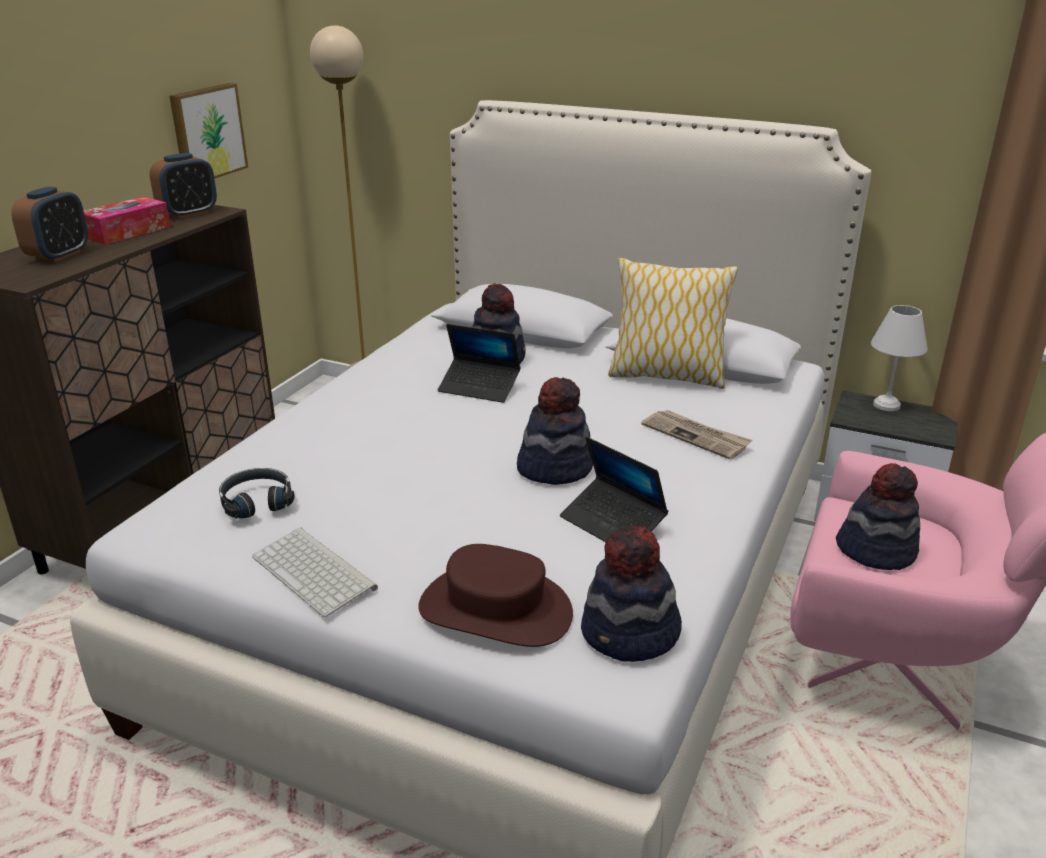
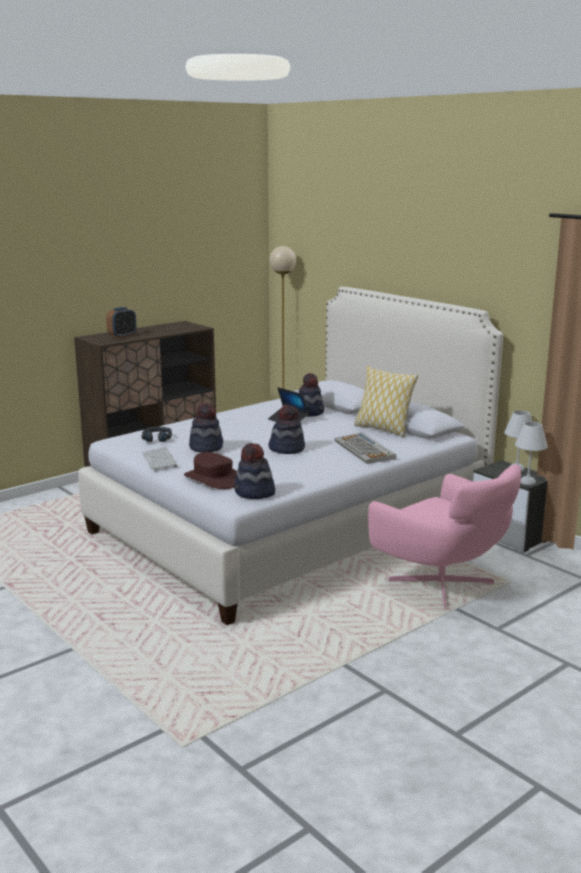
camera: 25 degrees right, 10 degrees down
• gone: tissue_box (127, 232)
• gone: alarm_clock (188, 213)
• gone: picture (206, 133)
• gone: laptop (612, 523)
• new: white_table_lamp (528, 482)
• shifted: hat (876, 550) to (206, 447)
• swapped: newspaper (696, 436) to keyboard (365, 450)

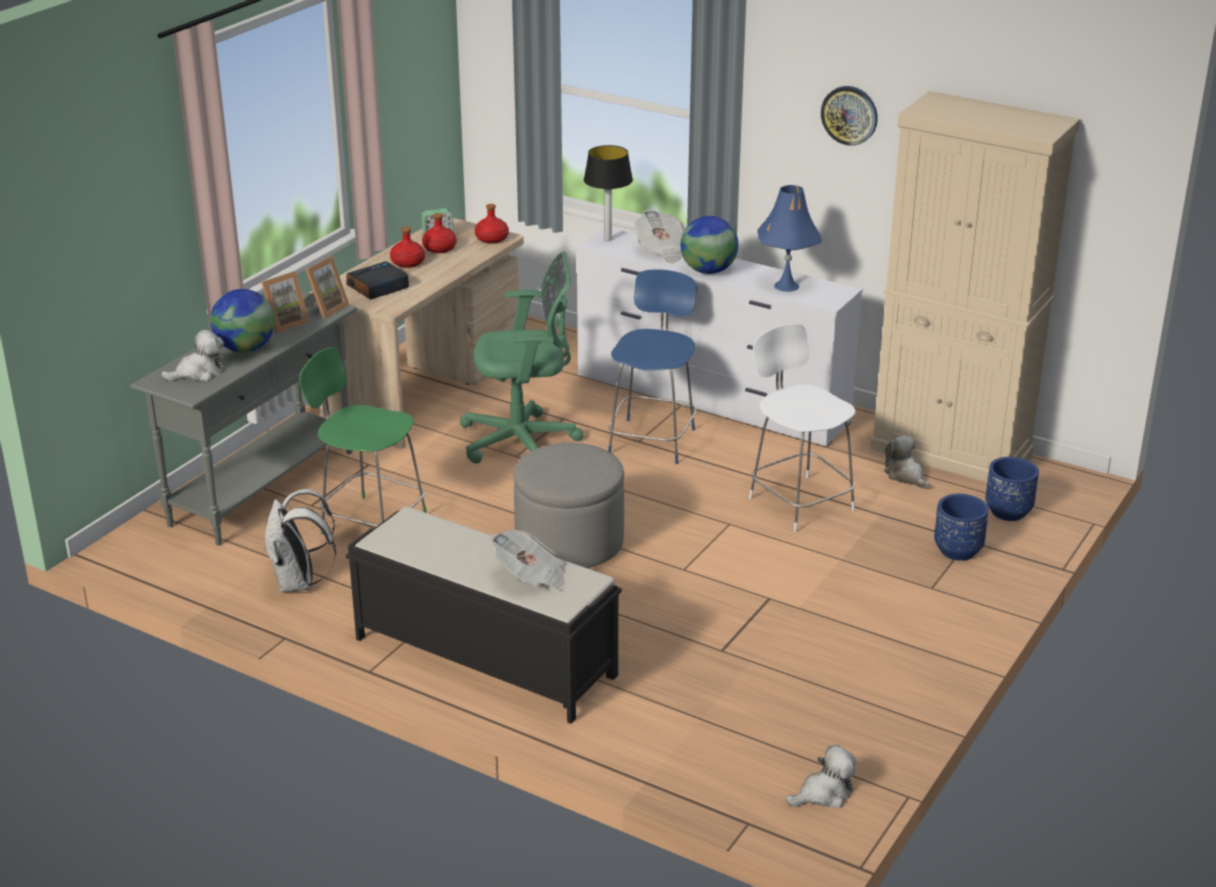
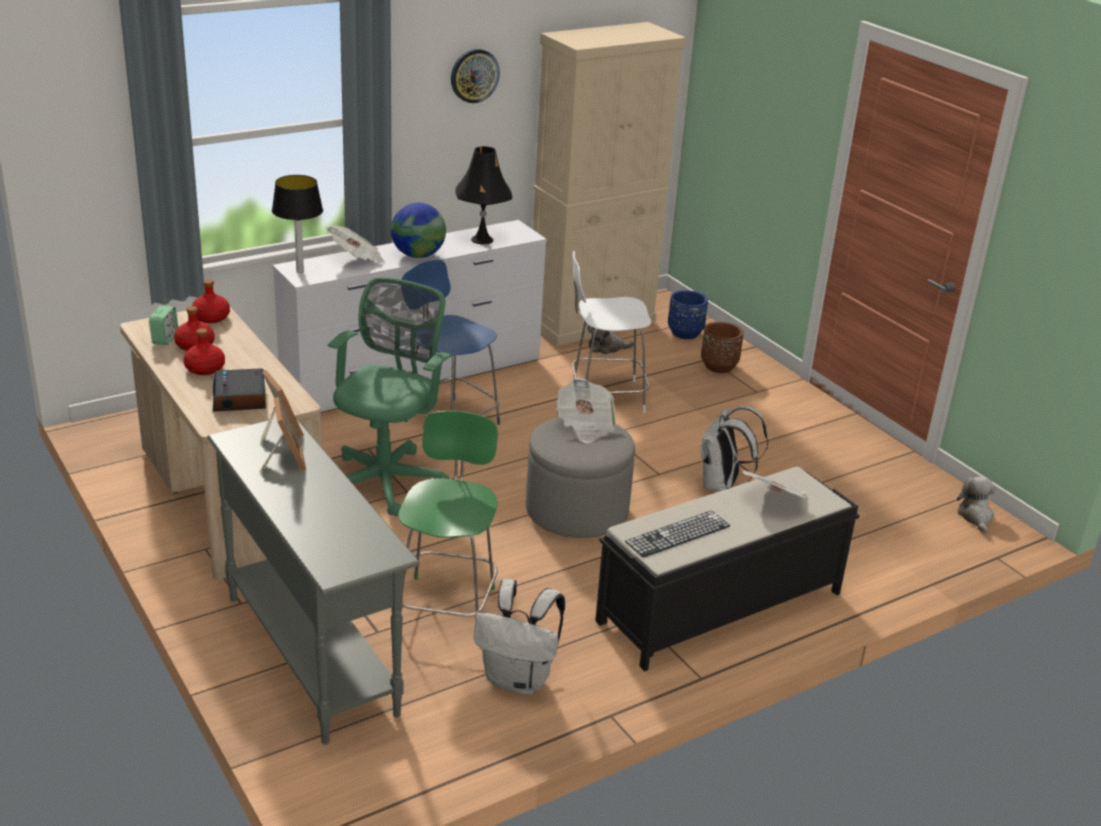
camera: 65 degrees left, 0 degrees up
• gone: plush_toy (199, 373)
• gone: globe (246, 349)
• new: newspaper (585, 426)
• new: keyboard (678, 534)
• new: white_backpack (722, 485)
• repainted: blue_table_lamp (786, 286) to black_table_lamp (482, 239)
• repainted: blue_planter (957, 551) to brown_planter (718, 366)
• rotated: green_chair (371, 523) = (447, 605) 135 degrees clockwise

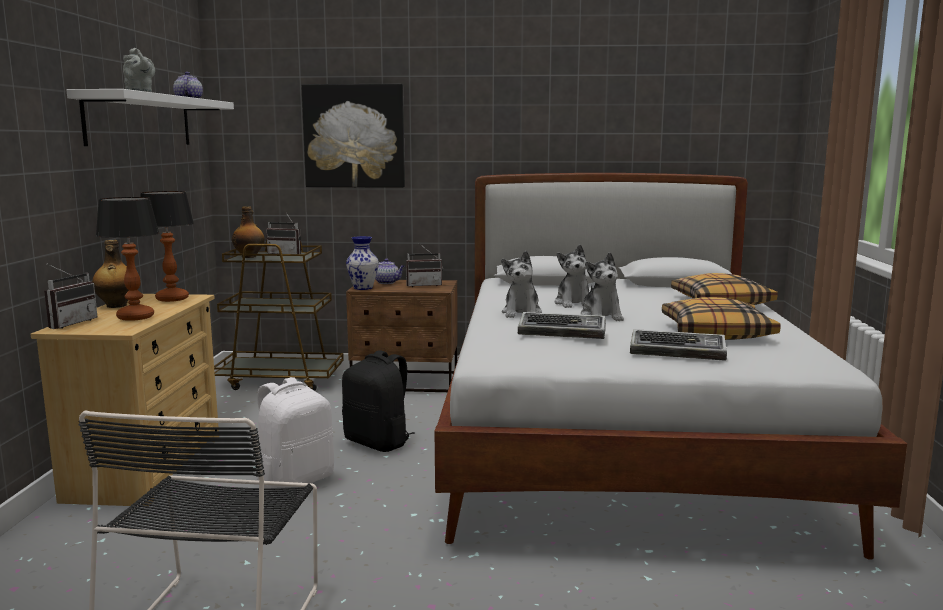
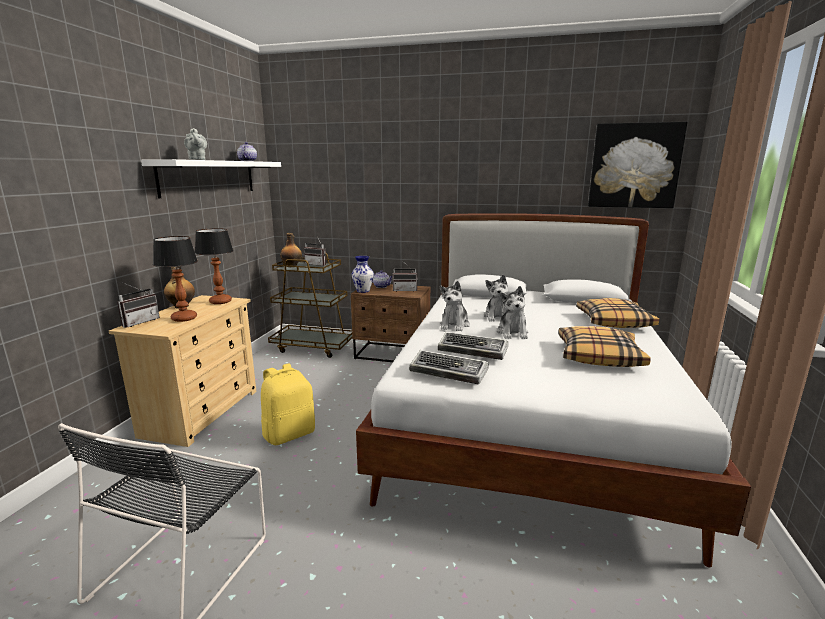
camera: 10 degrees right, 5 degrees up
• gone: black_backpack (378, 442)
• shifted: picture (354, 136) to (634, 166)
• shifted: keyboard (678, 352) to (450, 372)
• repainted: white_backpack (295, 481) to yellow_backpack (289, 434)

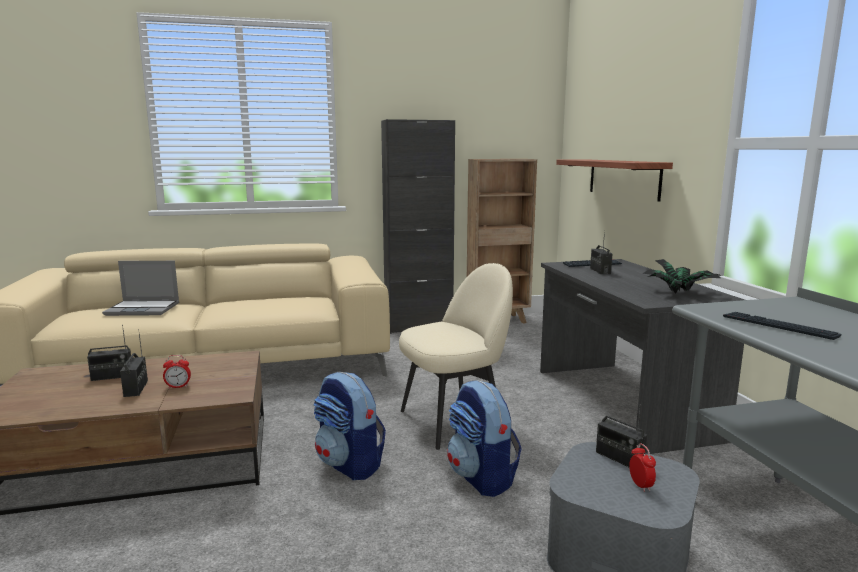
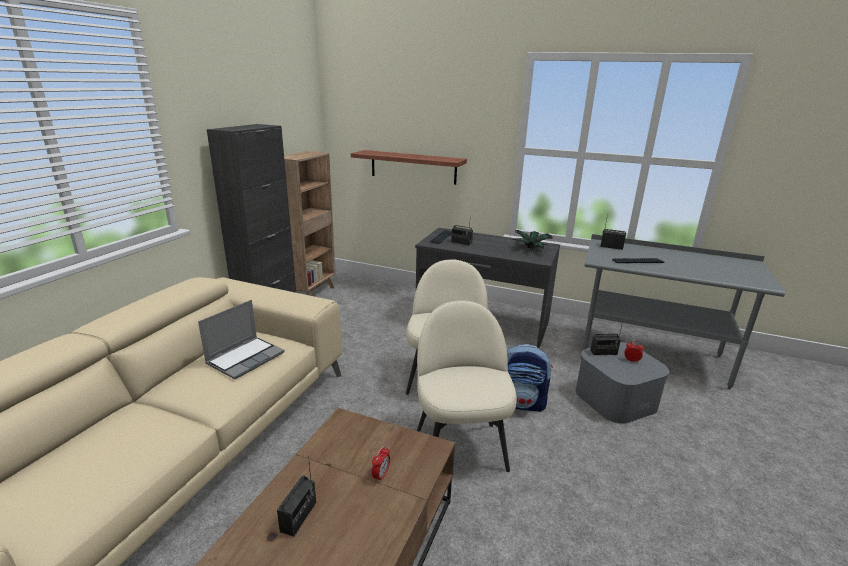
camera: 55 degrees left, 10 degrees up
• shifted: laptop (144, 309) to (246, 358)
• shifted: radio (136, 388) to (611, 247)
• swapped: backpack (350, 464) to beige_chair (460, 447)

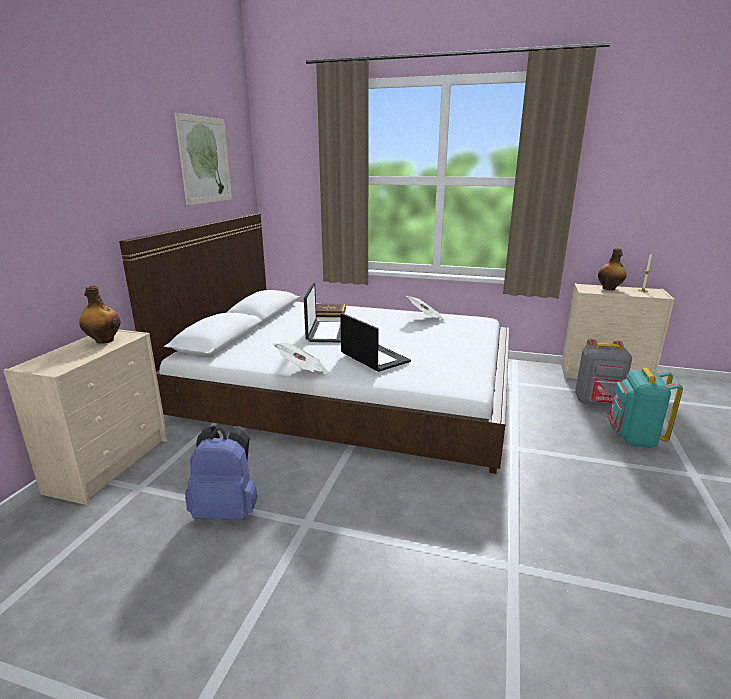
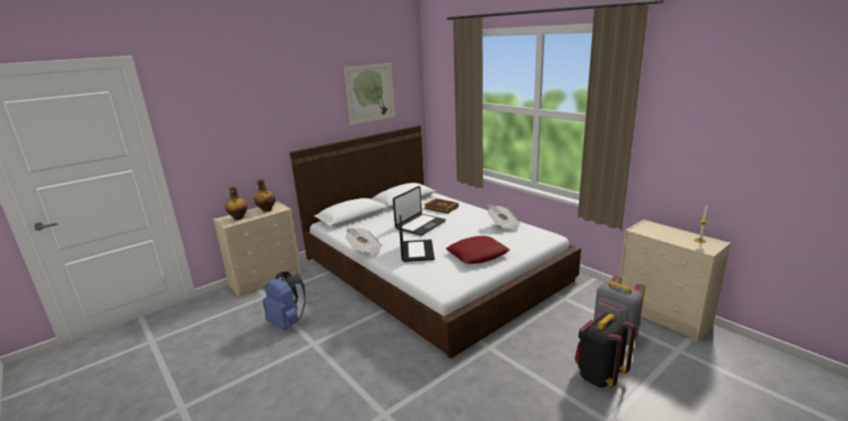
camera: 35 degrees right, 0 degrees up
• new: red_pillow (477, 254)
• shifted: bottle (609, 288) to (238, 218)
• repainted: turquoise_backpack (634, 438) to black_backpack (599, 375)

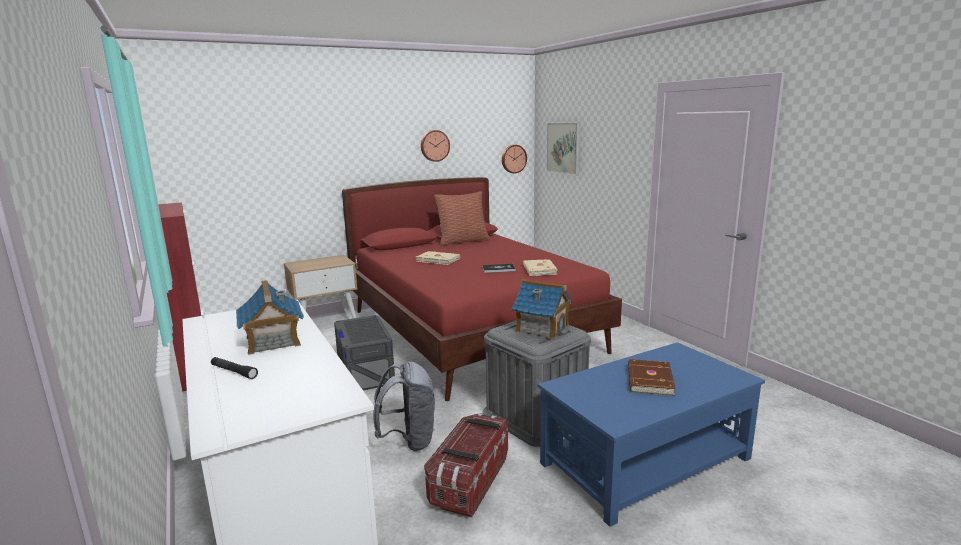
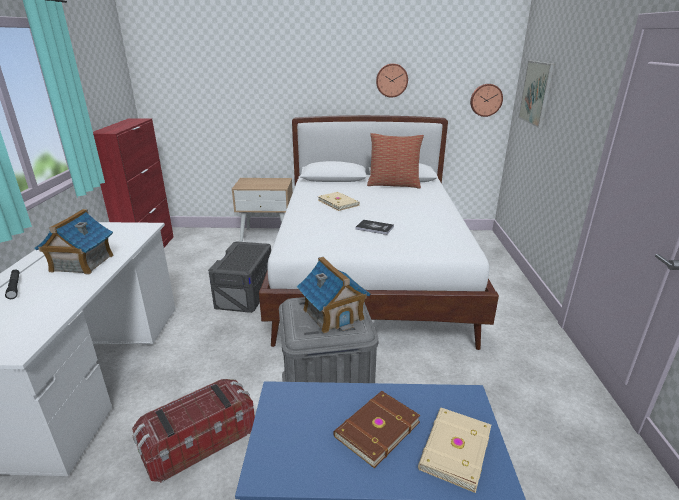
camera: 30 degrees right, 10 degrees up
• gone: grey_backpack (409, 440)
• shifted: beige_book (538, 270) to (453, 449)
• repainted: red_bed (471, 330) to white_bed (370, 276)

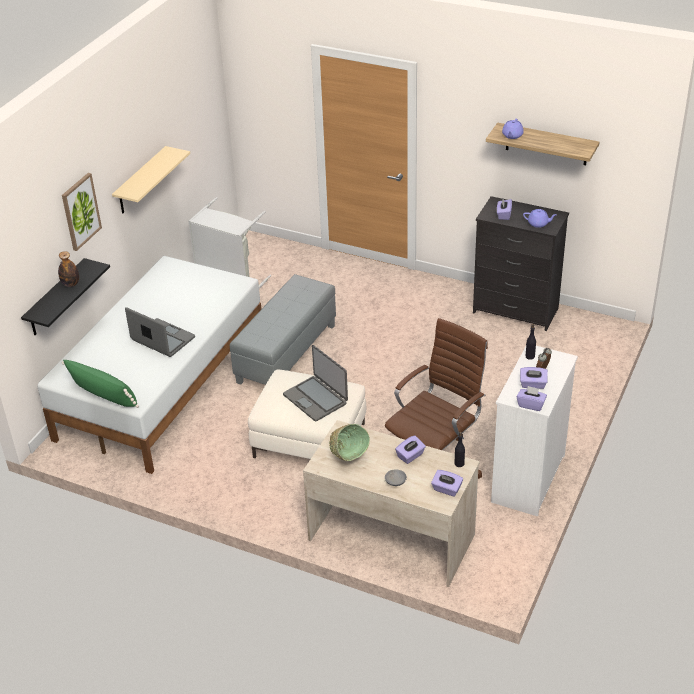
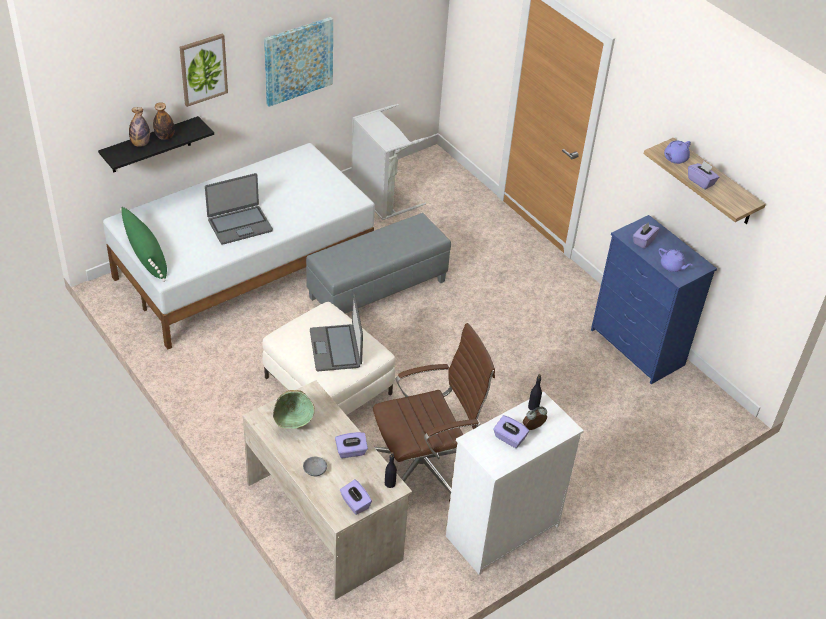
camera: 25 degrees right, 5 degrees up
• new: bottle (140, 144)
• shifted: purple_tissue_box (531, 405) to (701, 182)
• swapped: beige_shelf (141, 181) to picture (298, 60)
• repainted: black_dresser (516, 311) to blue_dresser (637, 348)
• rotated: laptop (162, 339) = (239, 225) 90 degrees clockwise

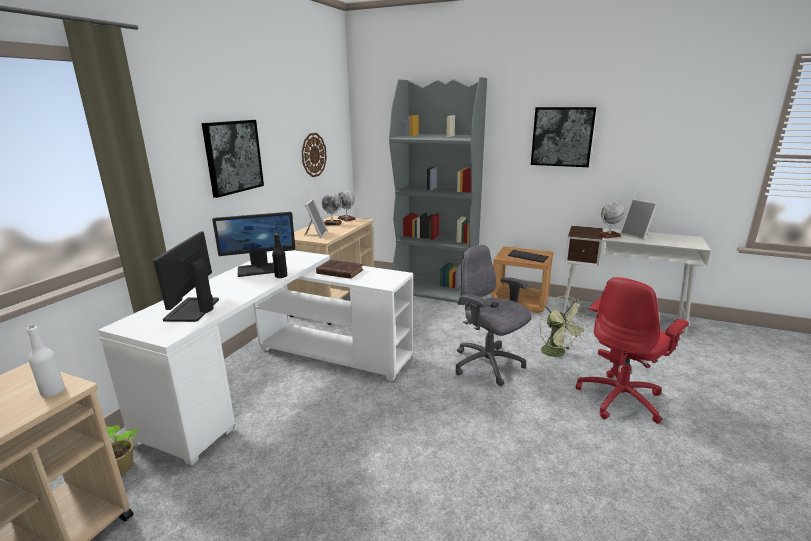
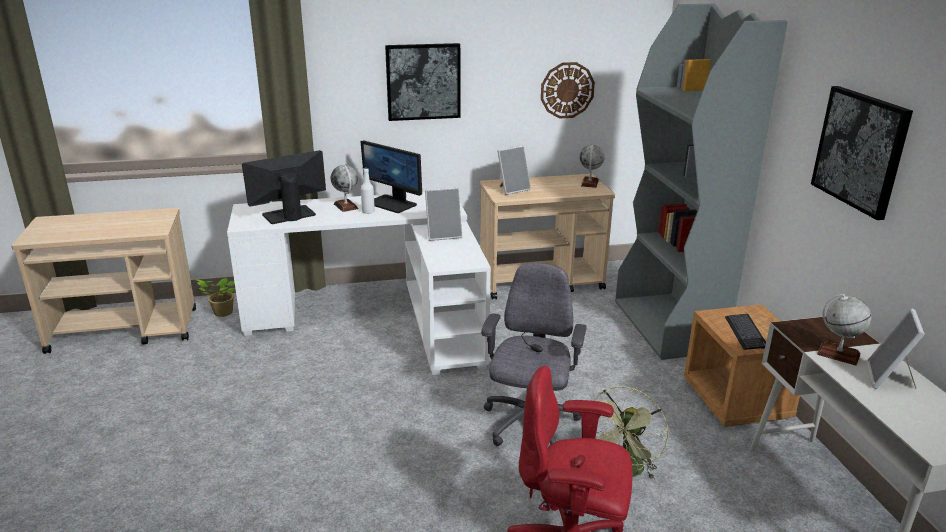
camera: 55 degrees right, 5 degrees up
• gone: black_bottle (281, 276)
• shifted: white_bottle (53, 392) to (368, 212)
• shifted: globe (332, 223) to (346, 206)
• swapped: brown_book (339, 272) to picture_frame (443, 235)

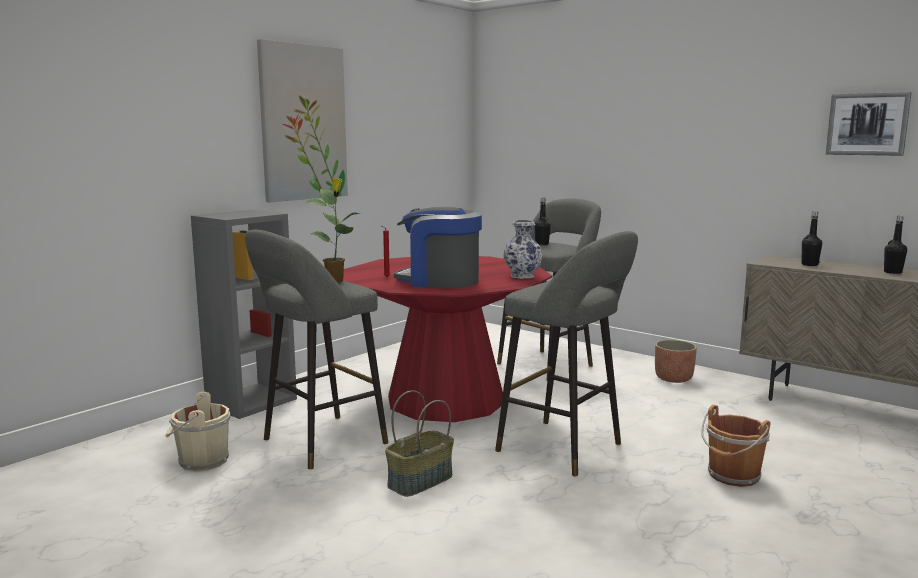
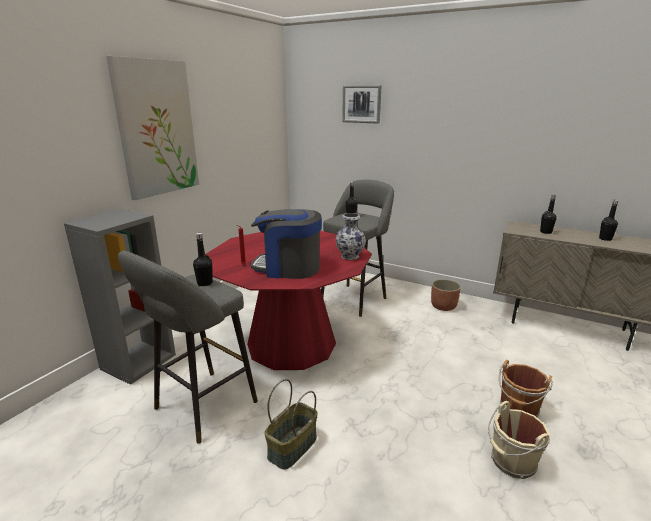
camera: 10 degrees left, 10 degrees up
• gone: grey_stool (565, 449)
• shifted: beige_bucket (201, 461) to (512, 463)
• shifted: picture (867, 124) to (361, 104)
• swapped: potted_plant (336, 281) to black_bottle (205, 283)

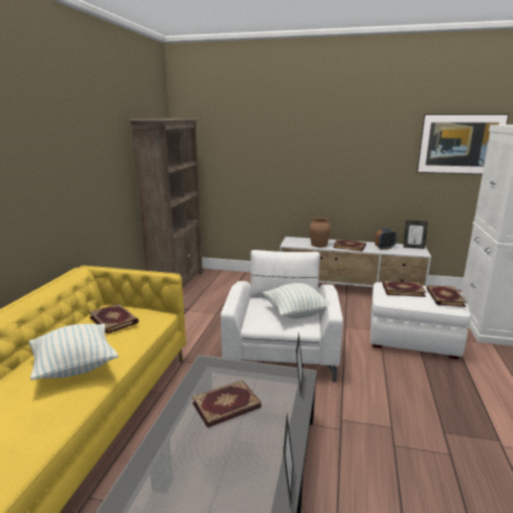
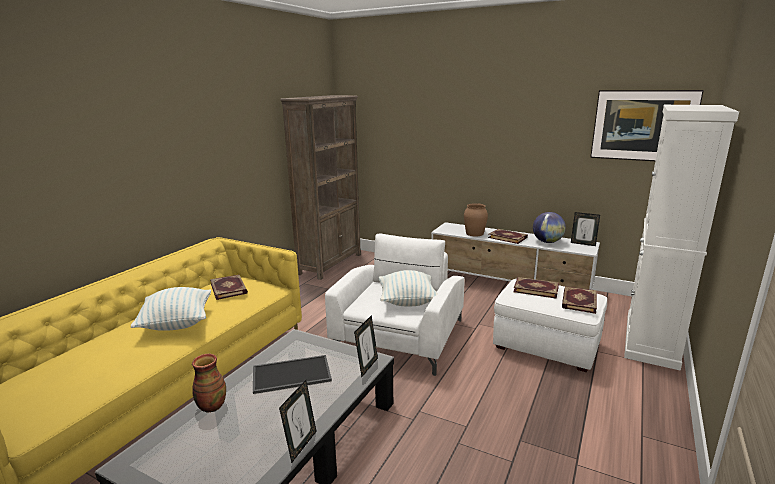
camera: 15 degrees right, 0 degrees up
• new: vase (211, 406)
• swapped: book (226, 406) to tray (290, 375)
• swapped: alarm_clock (384, 248) to globe (547, 242)

